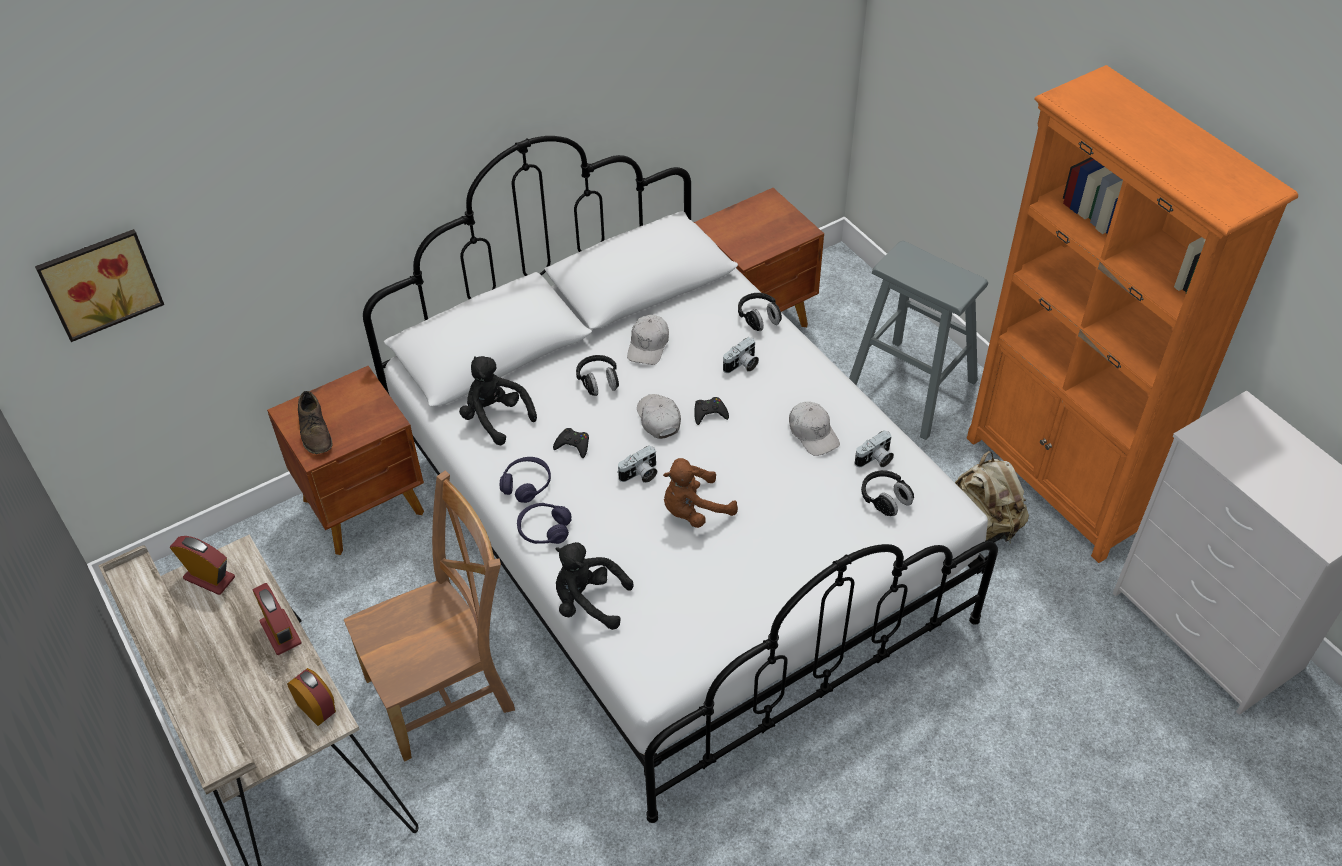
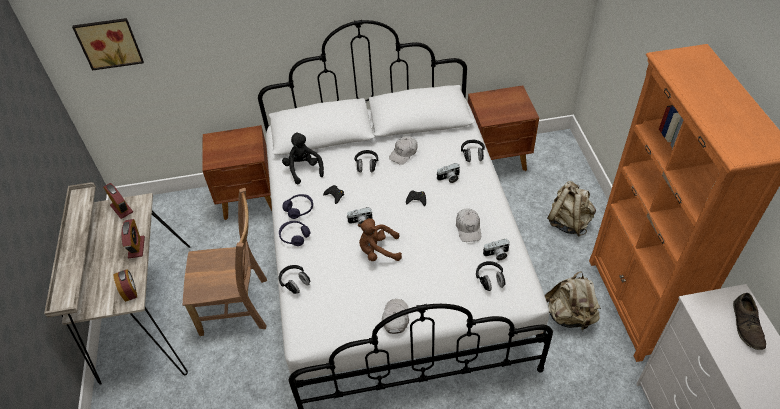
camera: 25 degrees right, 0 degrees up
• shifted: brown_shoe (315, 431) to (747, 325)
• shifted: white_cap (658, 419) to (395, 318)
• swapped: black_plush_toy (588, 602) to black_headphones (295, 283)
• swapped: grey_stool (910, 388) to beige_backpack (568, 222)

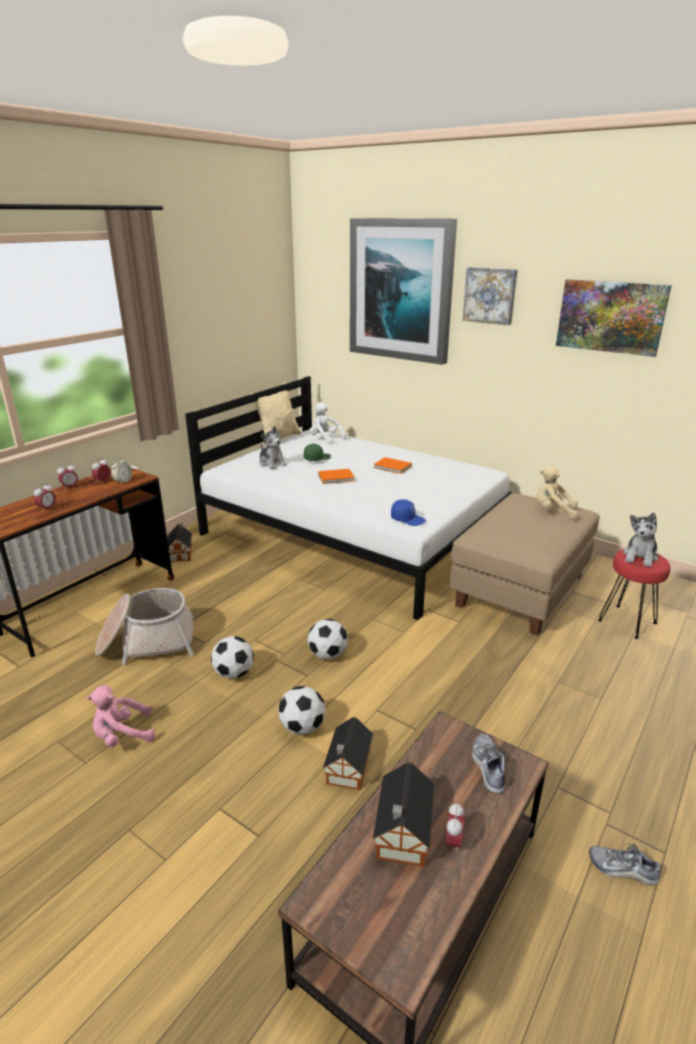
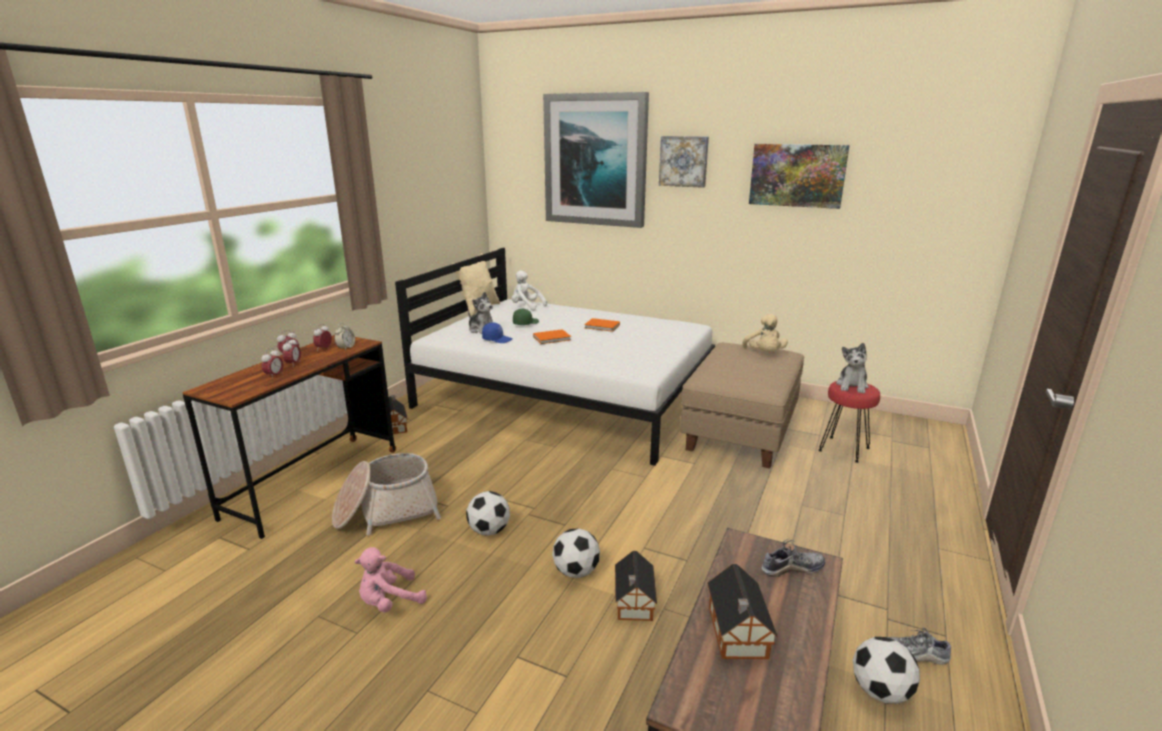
camera: 10 degrees left, 5 degrees down
• shifted: football (328, 655) to (880, 691)
• shifted: blue_cap (408, 519) to (497, 339)
• shifted: alarm_clock (453, 842) to (293, 364)
• rotated: shoe (488, 767) = (791, 568) 90 degrees clockwise
• rotated: beige_plush_toy (552, 511) = (764, 354) 105 degrees counterclockwise

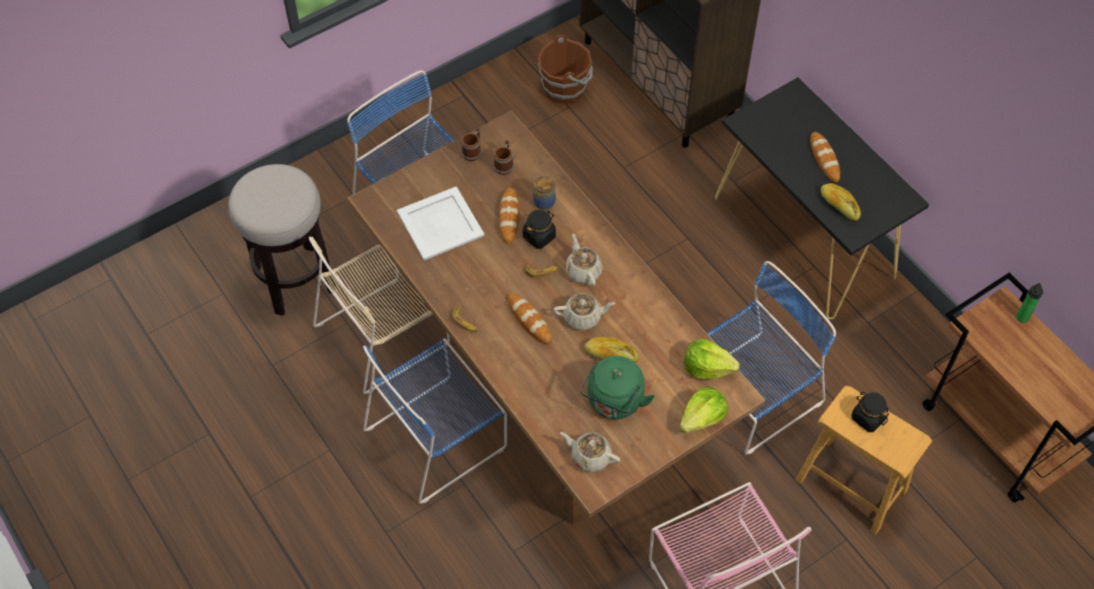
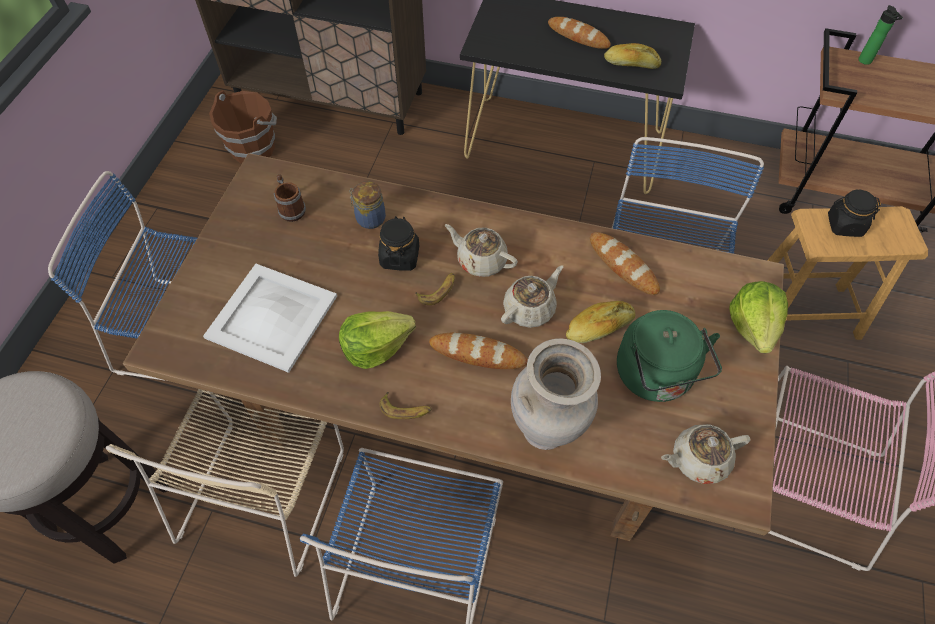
camera: 40 degrees left, 0 degrees up
• gone: mug (473, 151)
• new: beige_vase (546, 432)
• shifted: bread (509, 217) to (623, 265)
• shifted: lettuce (707, 367) to (375, 346)

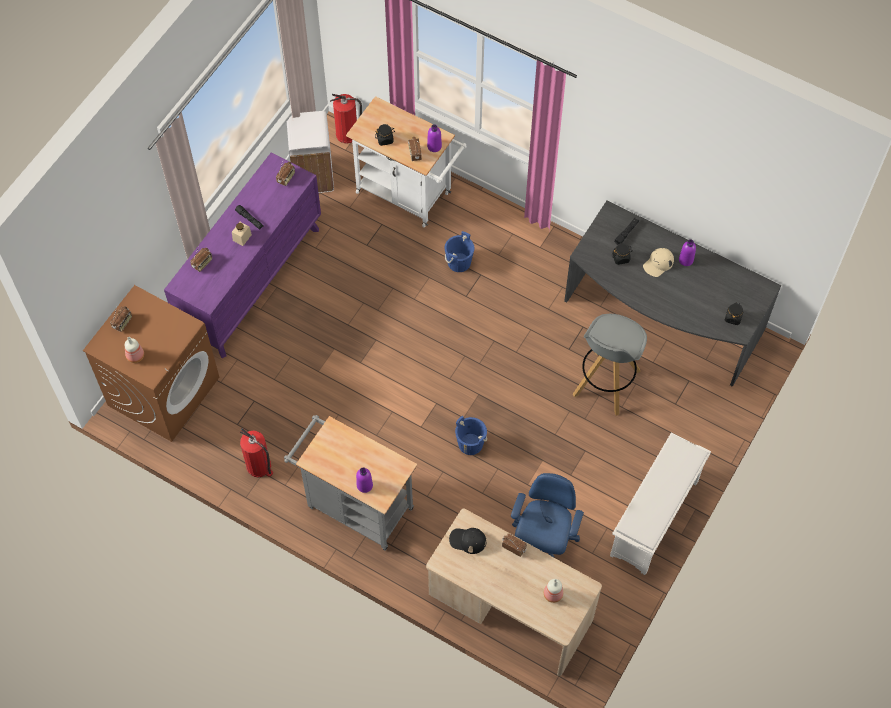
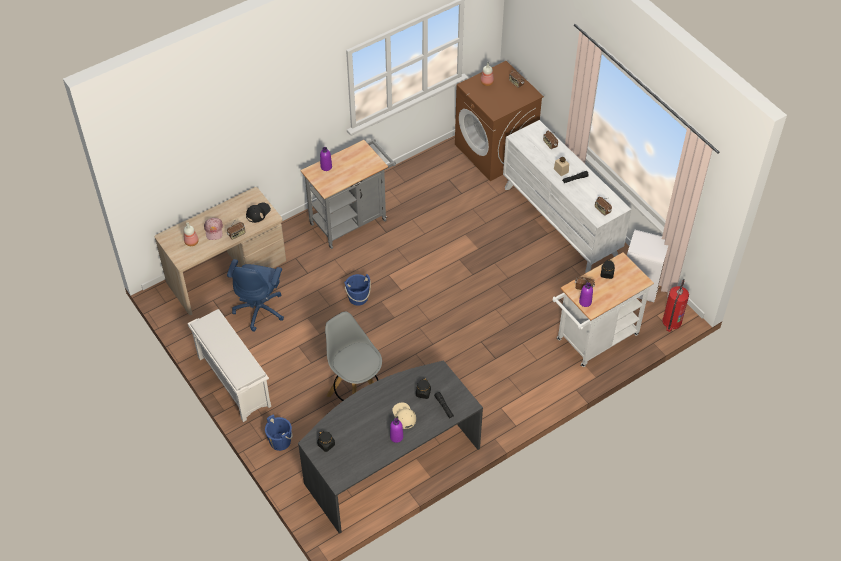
camera: 115 degrees right, 10 degrees down
• gone: fire_extinguisher (259, 466)
• new: pink_cap (214, 230)
• shifted: blue_bucket (459, 262) to (280, 441)
• repainted: purple_dresser (251, 280) to white_dresser (561, 221)
• rotated: blue_office_chair (543, 542) = (260, 309) 60 degrees clockwise

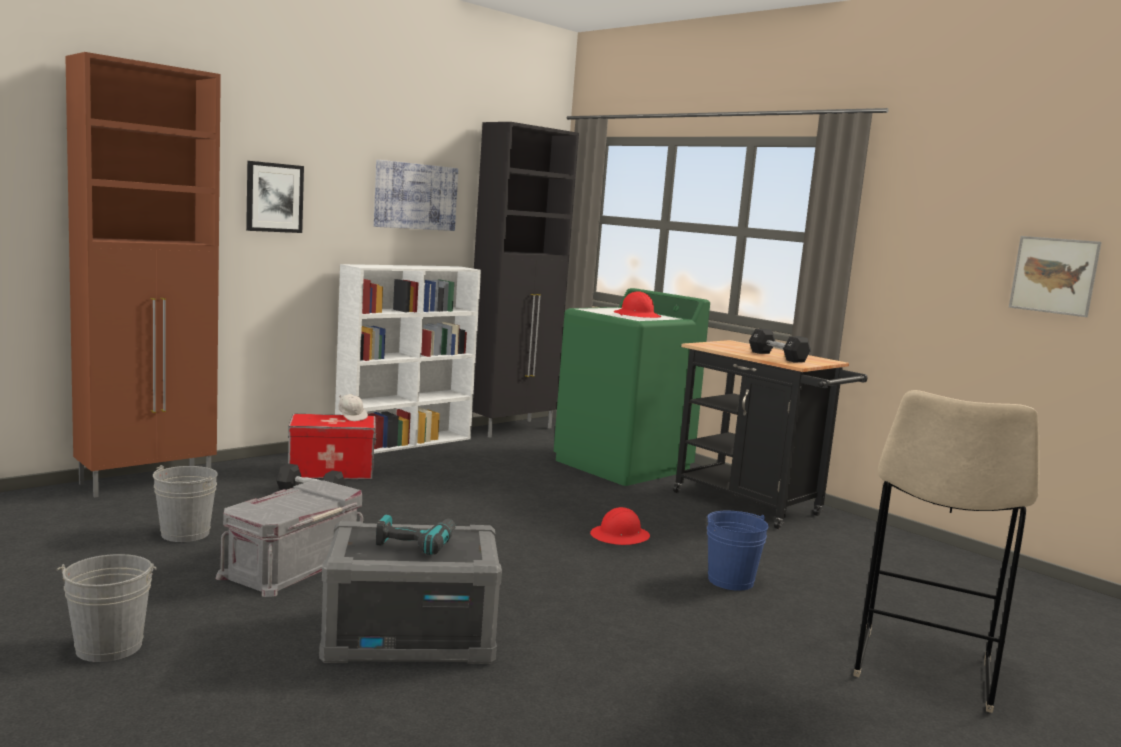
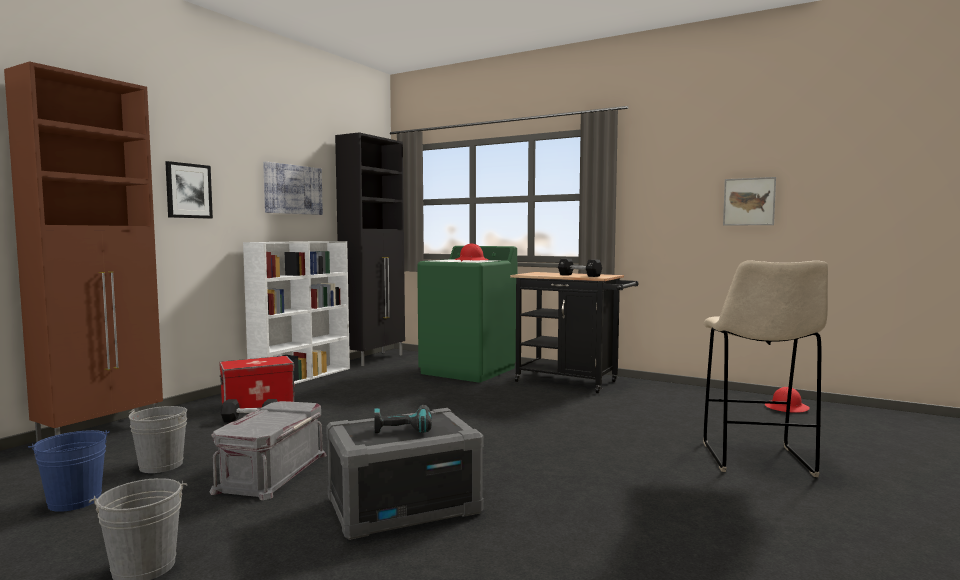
camera: 15 degrees left, 5 degrees down
• gone: white_cap (352, 417)
• shifted: red_hard_hat (620, 536) to (787, 408)
• shifted: blue_bucket (730, 581) to (75, 501)

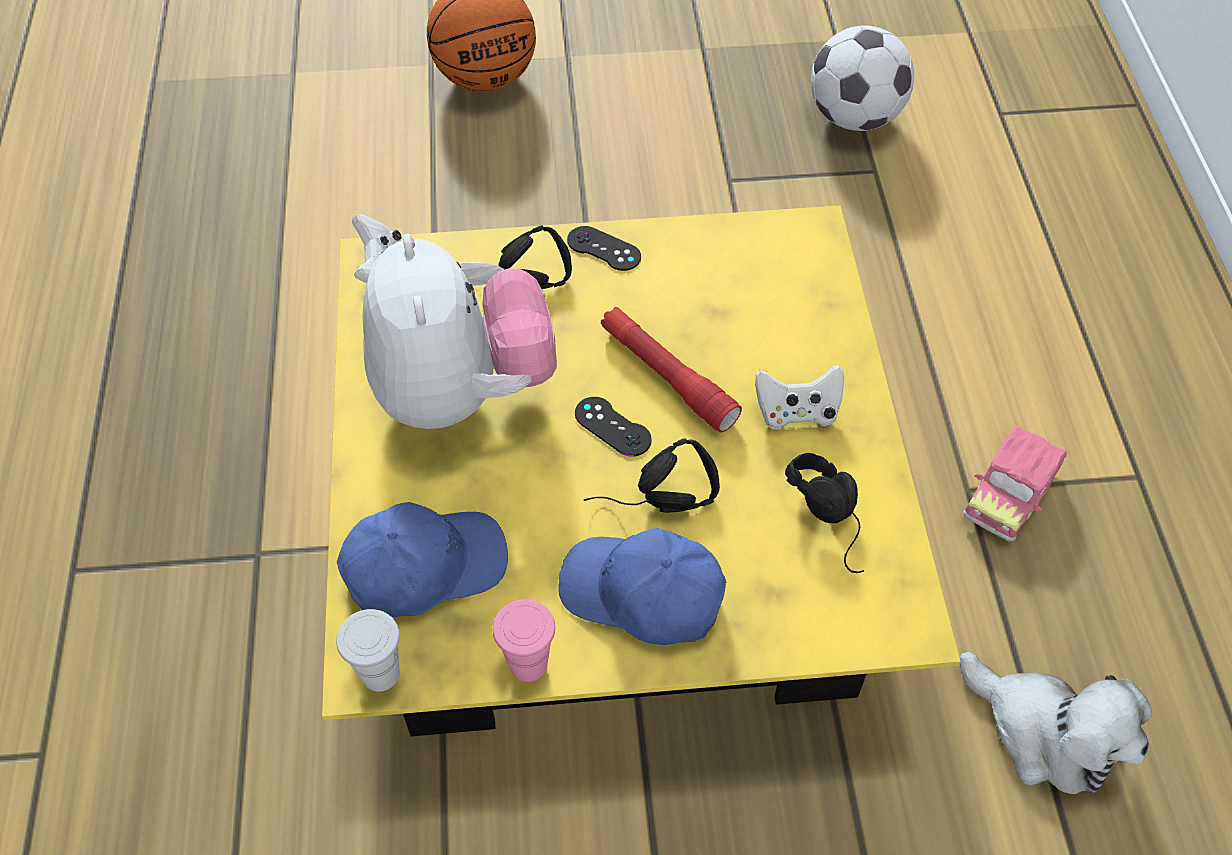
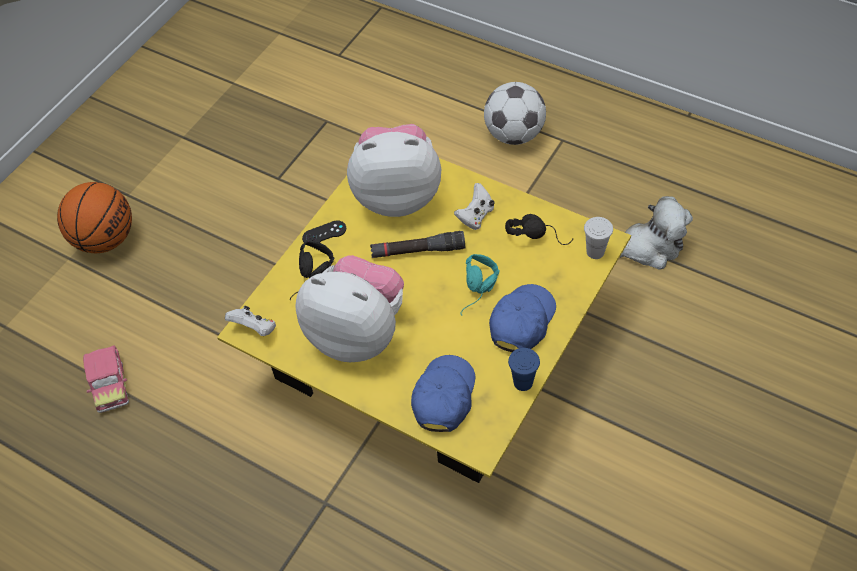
camera: 50 degrees left, 0 degrees up
• gone: black_game_controller (612, 427)
• new: plush_toy (397, 195)
• shifted: white_cup (380, 673) to (595, 252)
• shifted: football (854, 117) to (514, 134)
• shifted: toy_car (1010, 493) to (110, 383)
• repainted: pink_cup (528, 664) to blue_cup (523, 382)
• repainted: black_headphones (654, 503) to turquoise_headphones (480, 293)
• repainted: red_flashlight (667, 376) to black_flashlight (418, 251)
• rotated: blue_cap (643, 594) = (521, 322) 150 degrees clockwise

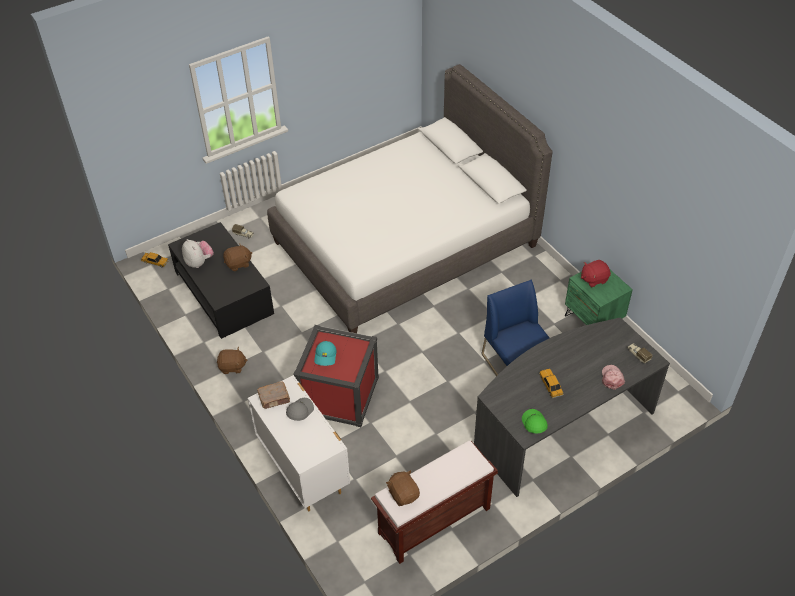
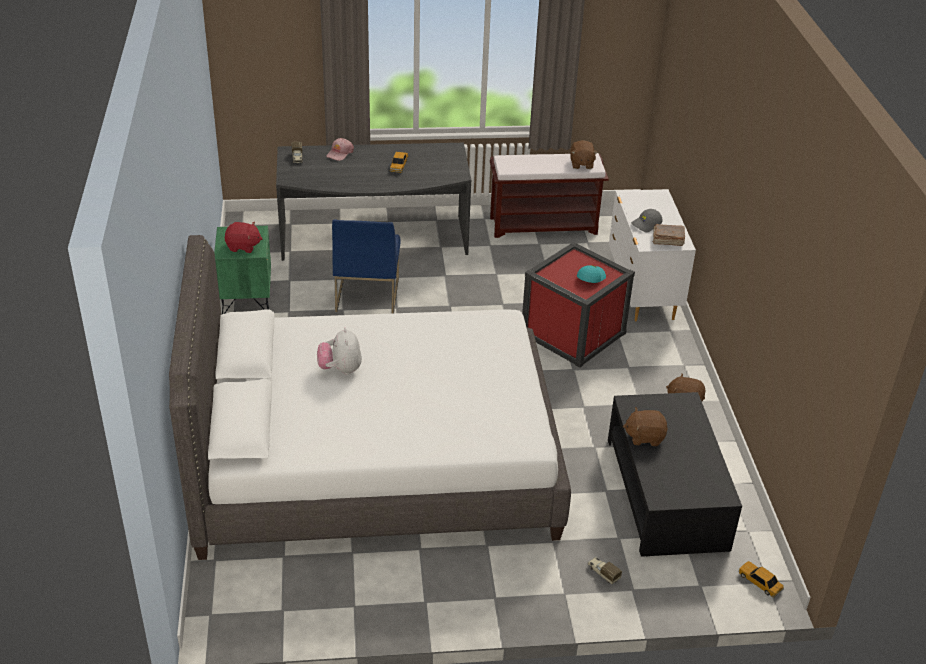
camera: 155 degrees left, 10 degrees down
• gone: green_cap (533, 423)
• shifted: plush_toy (199, 262) to (340, 369)

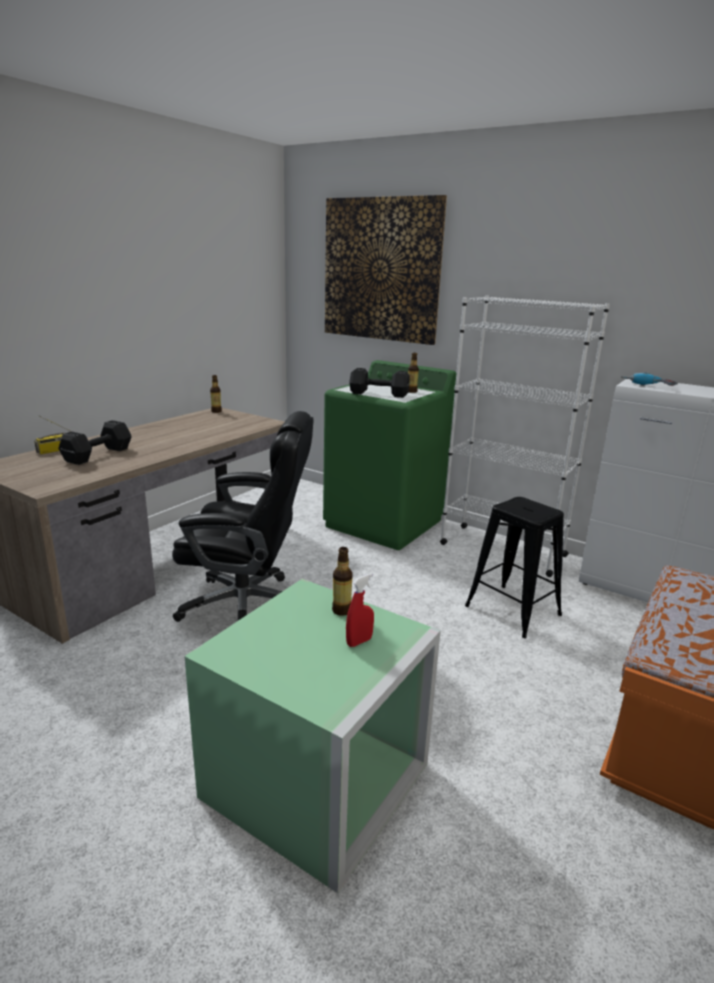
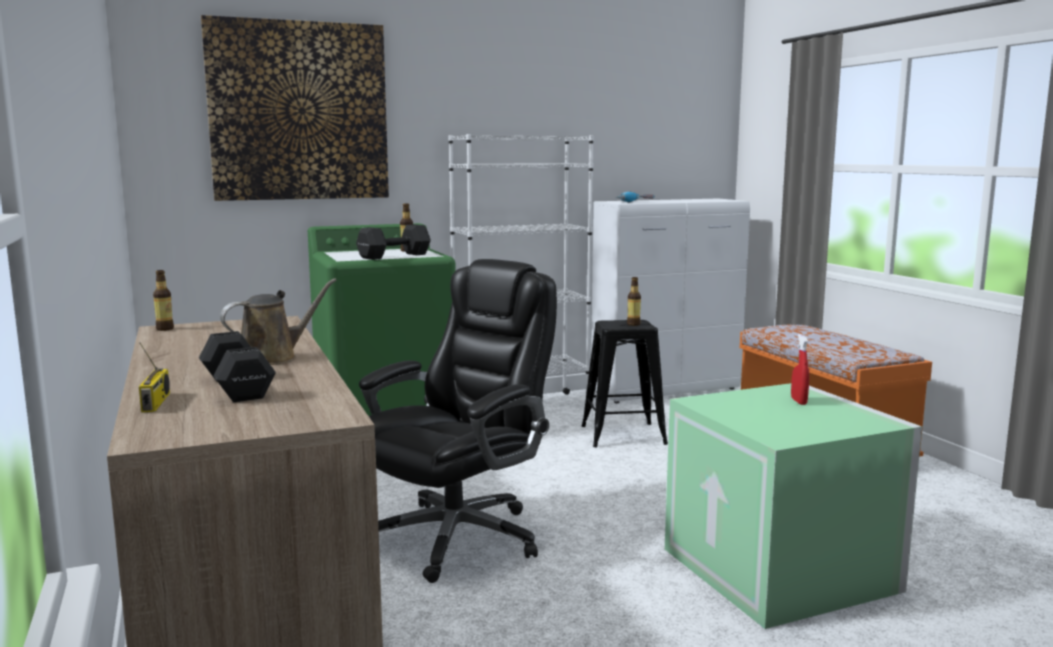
camera: 55 degrees left, 10 degrees down
• new: brown_watering_can (273, 358)
• shifted: bottle (341, 610) to (633, 324)

